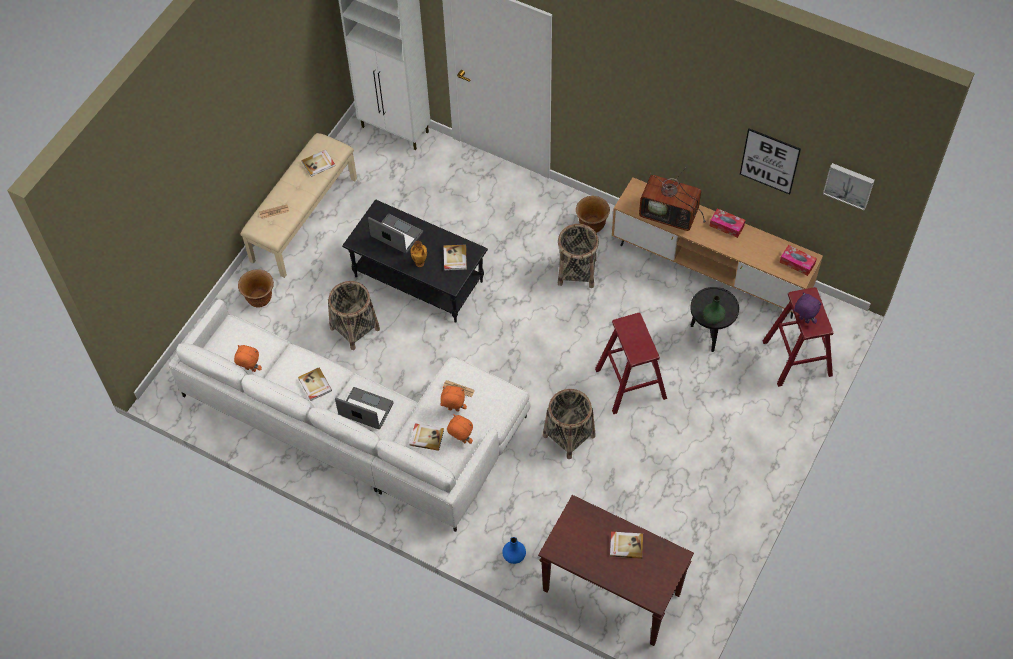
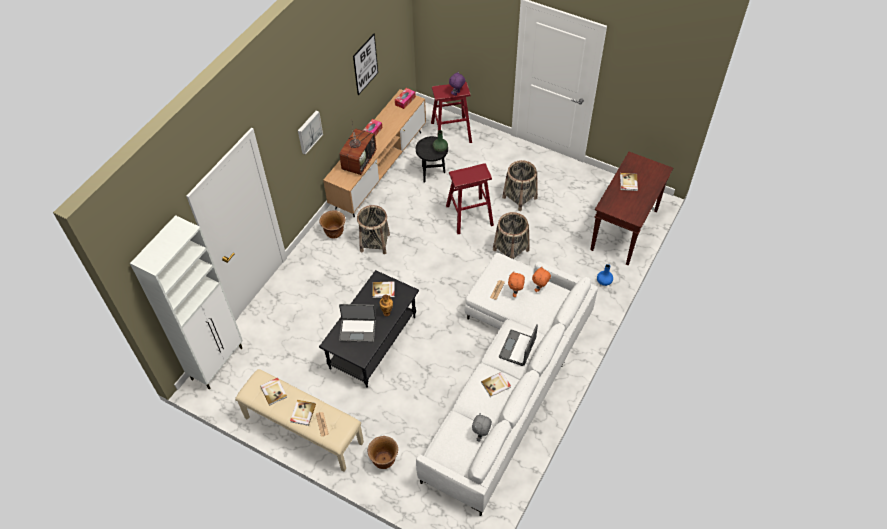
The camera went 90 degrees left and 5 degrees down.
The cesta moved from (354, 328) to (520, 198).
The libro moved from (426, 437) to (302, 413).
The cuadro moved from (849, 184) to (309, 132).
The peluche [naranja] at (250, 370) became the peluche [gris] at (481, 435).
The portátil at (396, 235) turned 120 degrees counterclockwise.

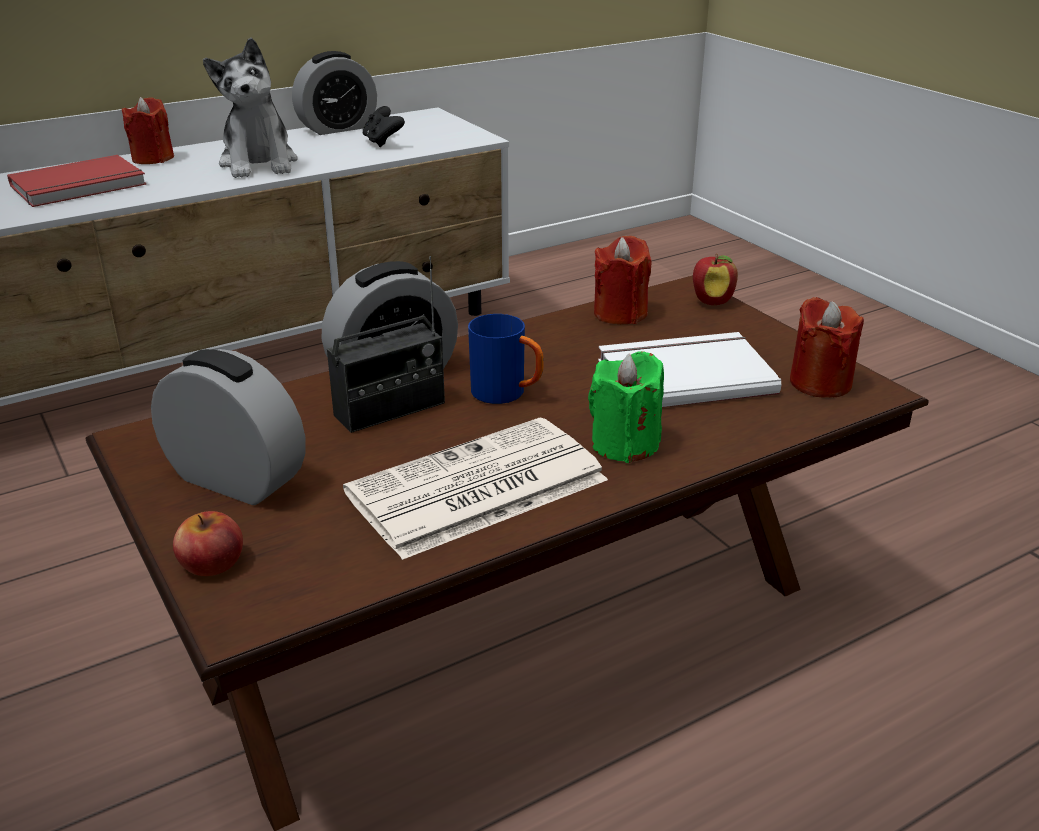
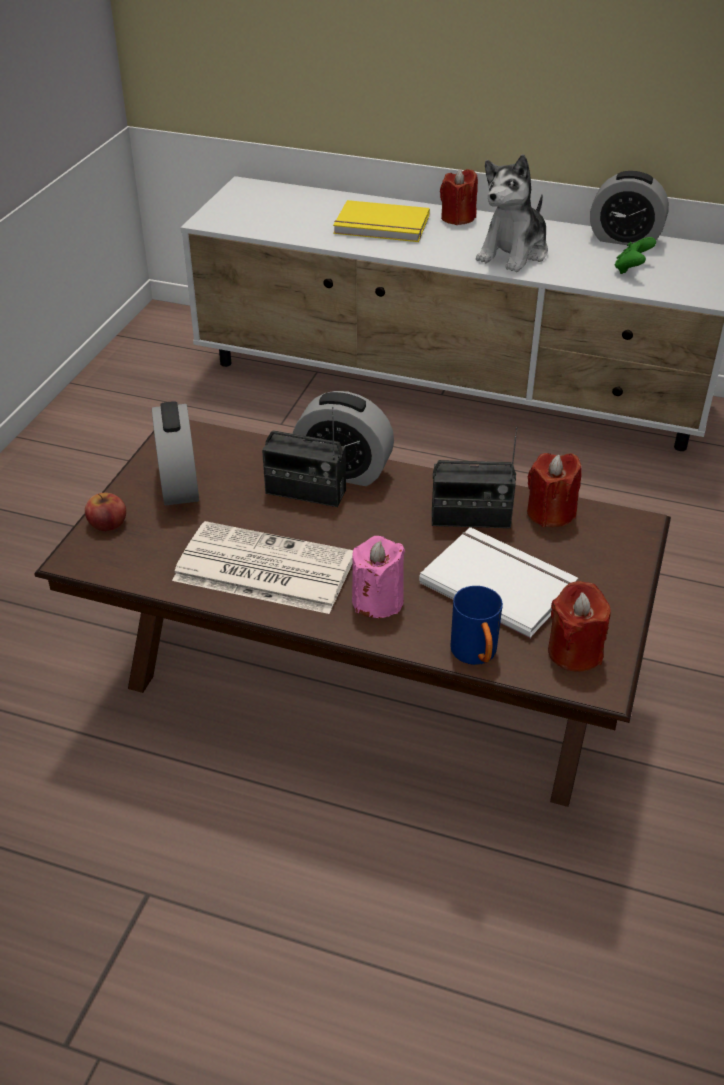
The camera went 50 degrees right and 10 degrees up.
The manzana at (712, 302) disappeared.
The radio at (470, 518) appeared.
The taza grande [azul] moved from (507, 394) to (476, 656).
The libro [rojo] at (80, 186) became the libro [amarillo] at (381, 226).
The mando de consola [negro] at (382, 142) became the mando de consola [verde] at (631, 269).
The vela [verde] at (625, 444) became the vela [rosa] at (377, 601).

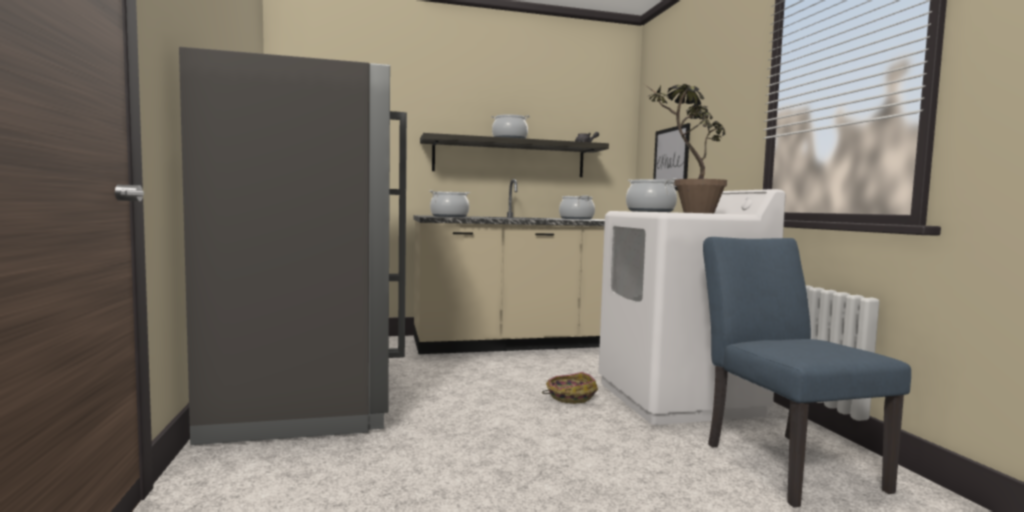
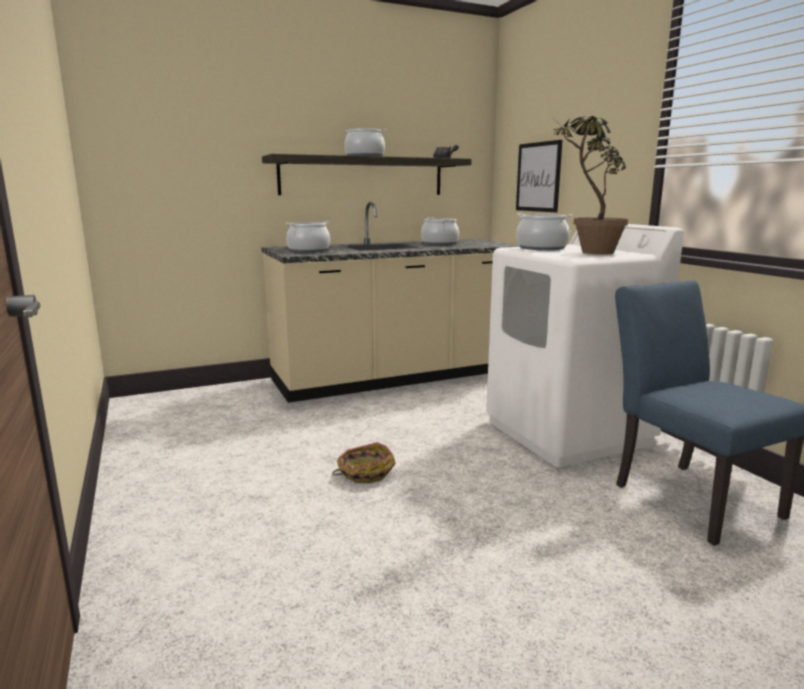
The camera went 10 degrees left and 10 degrees up.
The nevera [gris] at (309, 397) disappeared.
The cesta moved from (569, 396) to (364, 472).

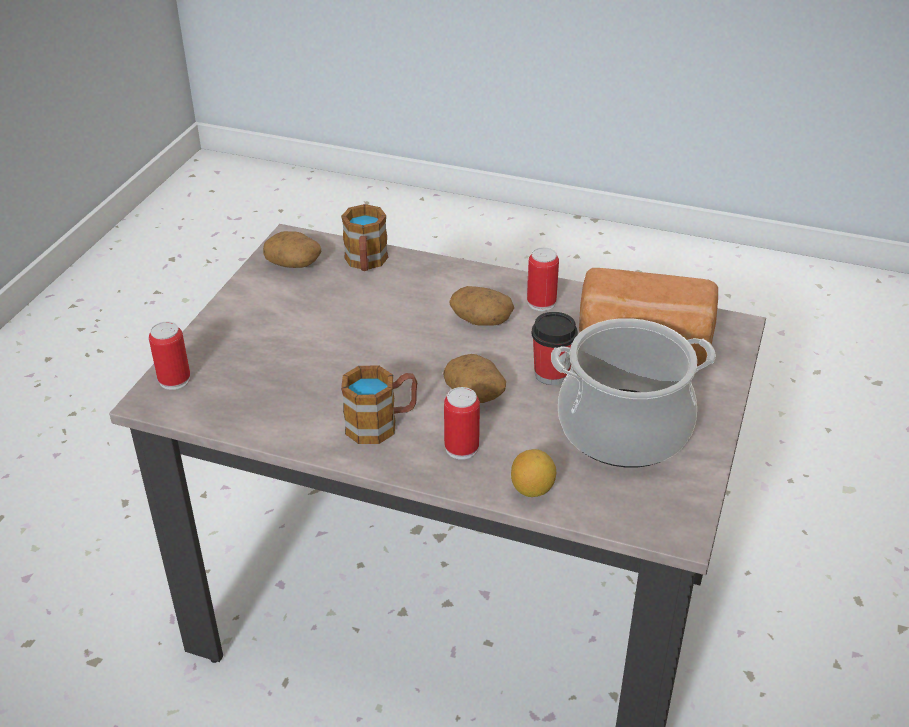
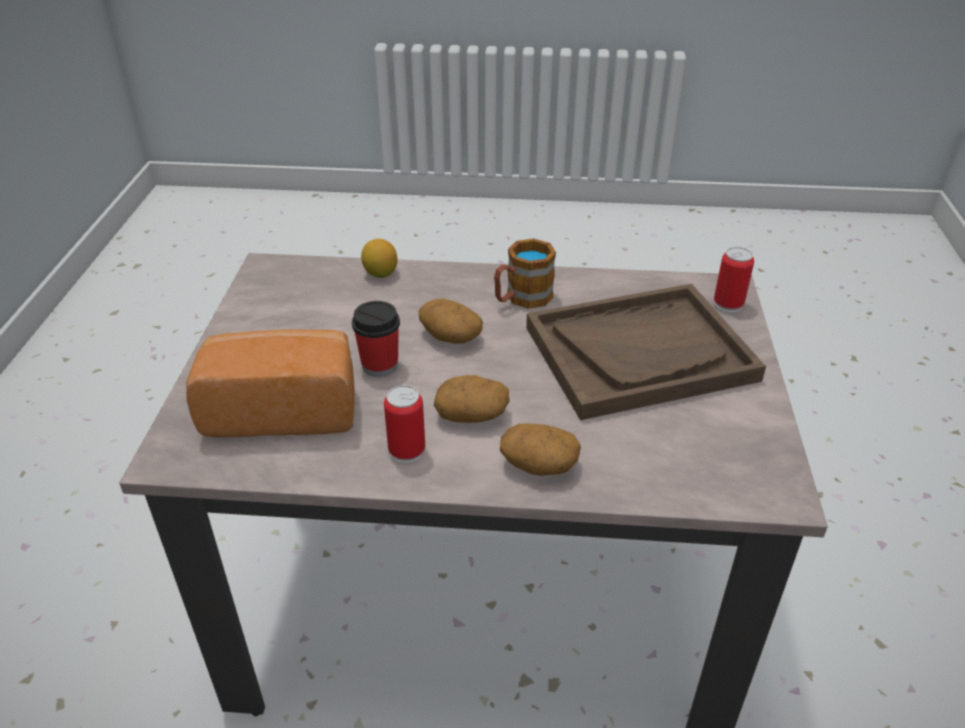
The camera went 165 degrees right and 0 degrees up.
The taza grande at (366, 263) disappeared.
The lata at (461, 448) disappeared.
The olla at (624, 429) disappeared.
The bandeja [marrón] at (639, 353) appeared.
The patata moved from (294, 263) to (538, 464).

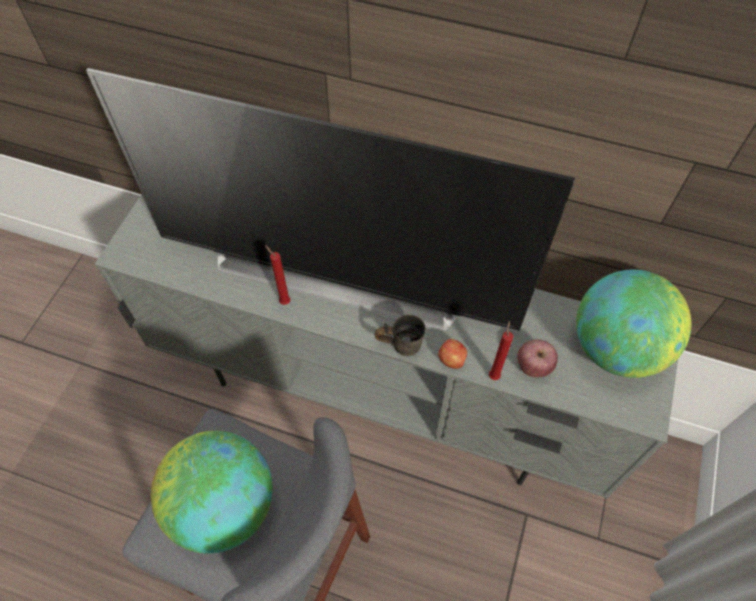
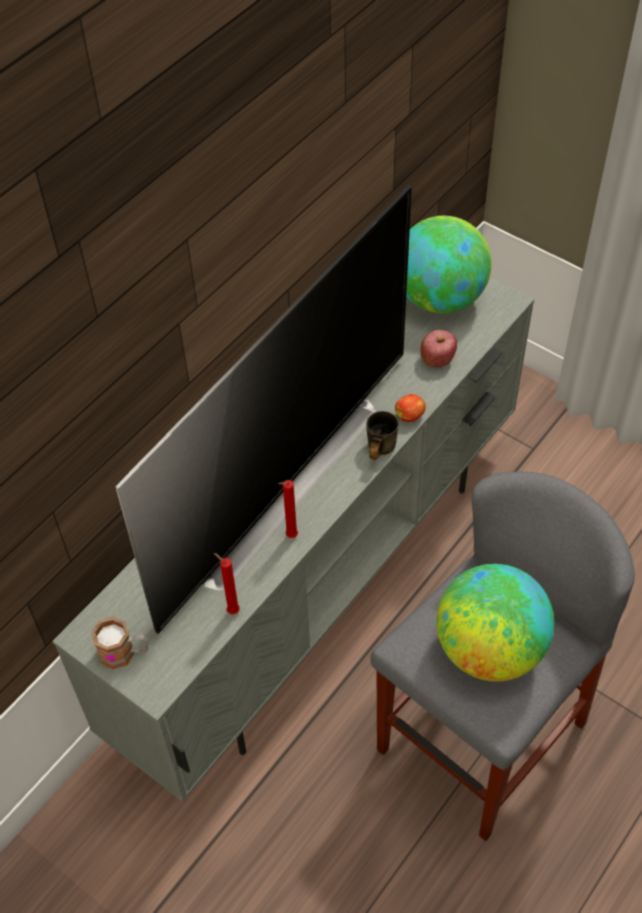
The camera went 70 degrees left and 5 degrees down.
The taza grande at (124, 652) appeared.
The vela [rojo] moved from (494, 375) to (231, 610).

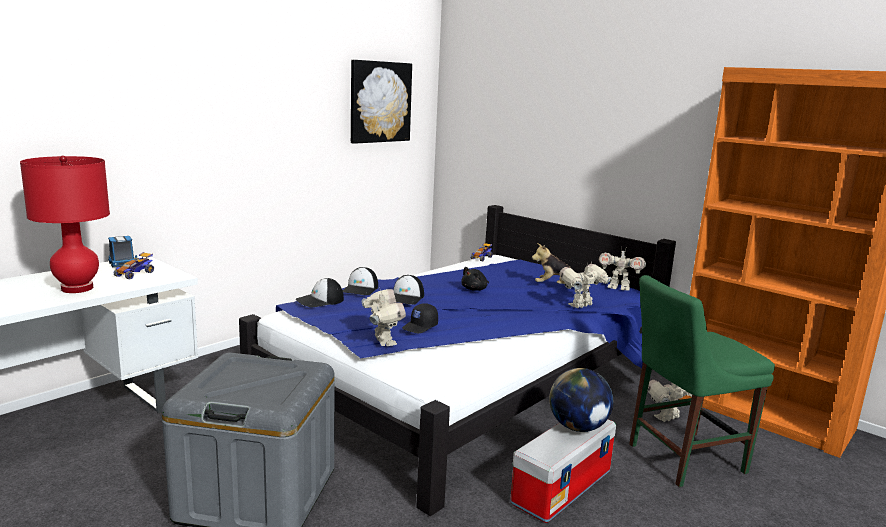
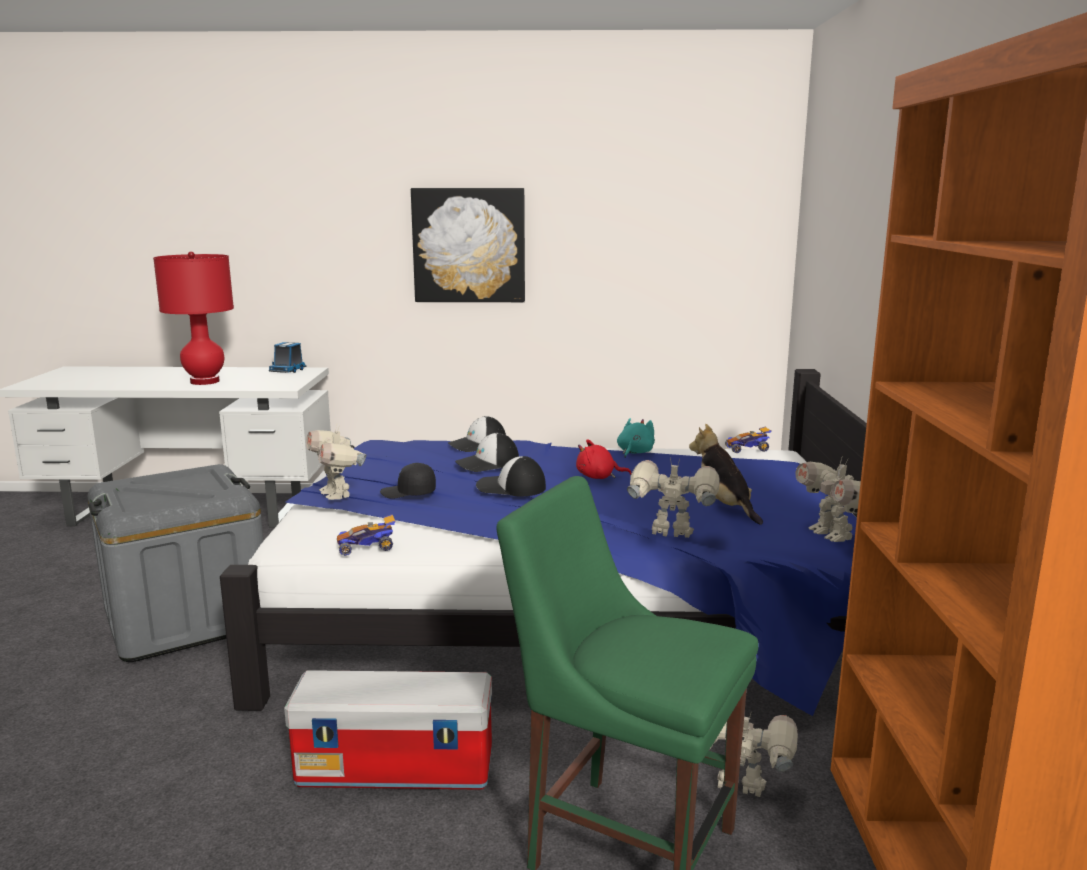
The camera went 50 degrees right and 0 degrees up.
The globo terráqueo at (578, 427) disappeared.
The peluche [turquesa] at (634, 452) appeared.
The coche de juguete moved from (135, 274) to (367, 547).
The gorra moved from (320, 301) to (510, 487).
The cuadro moved from (380, 102) to (469, 245).
The peluche [negro] at (475, 289) became the peluche [rojo] at (598, 477).
The robot de juguete at (383, 342) turned 120 degrees clockwise.

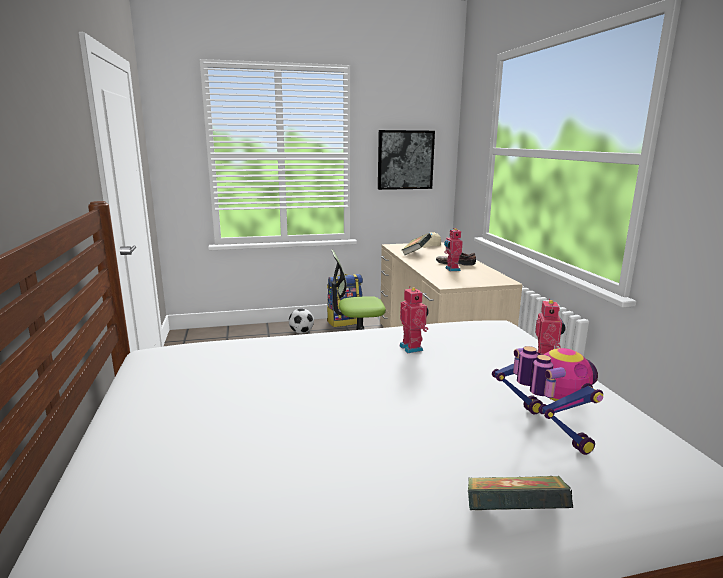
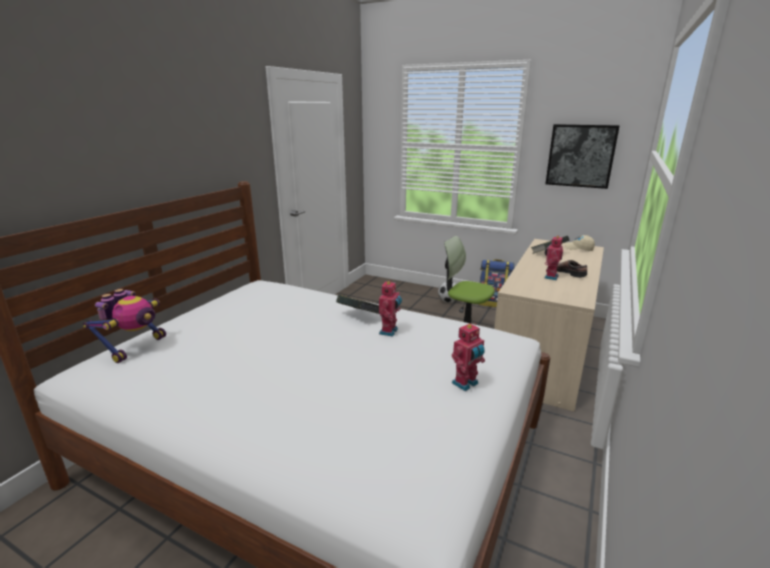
The camera went 40 degrees right and 5 degrees up.
The libro moved from (513, 518) to (360, 317).
The robot de juguete moved from (545, 431) to (135, 347).

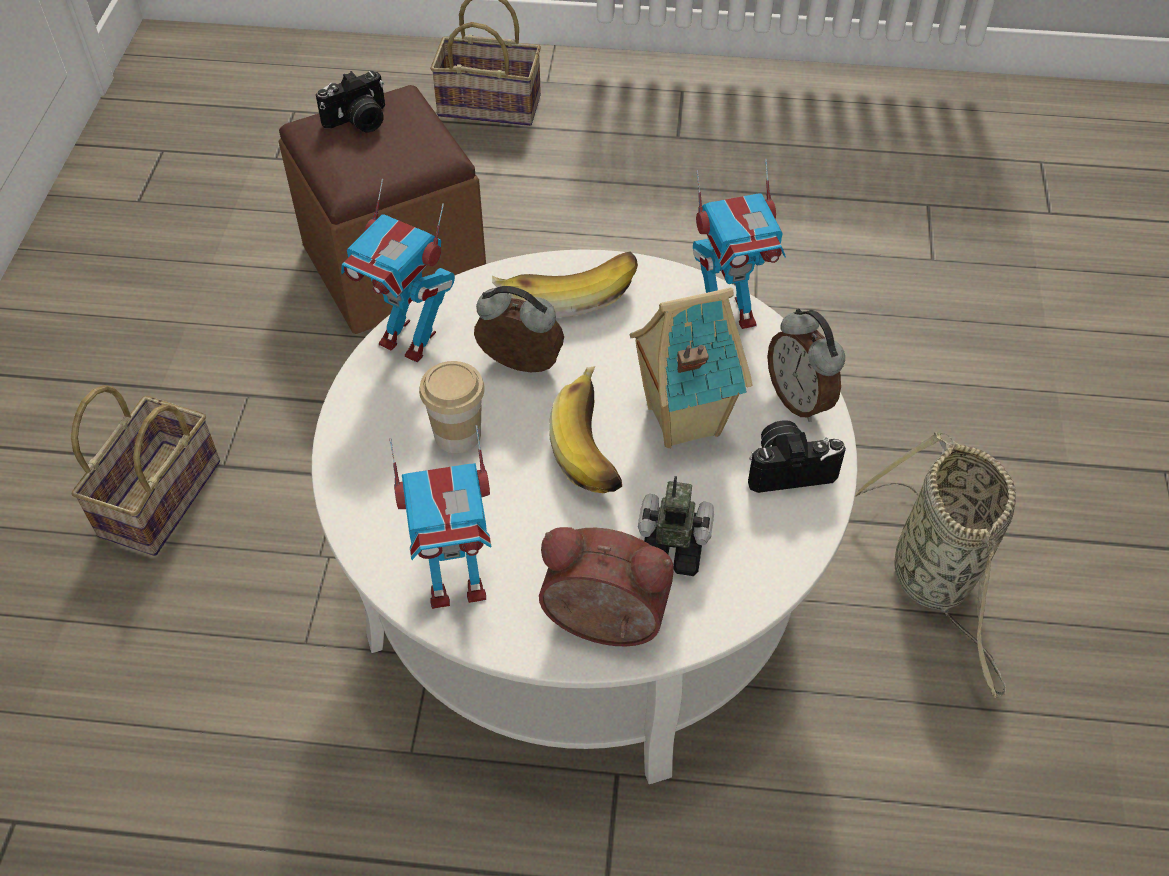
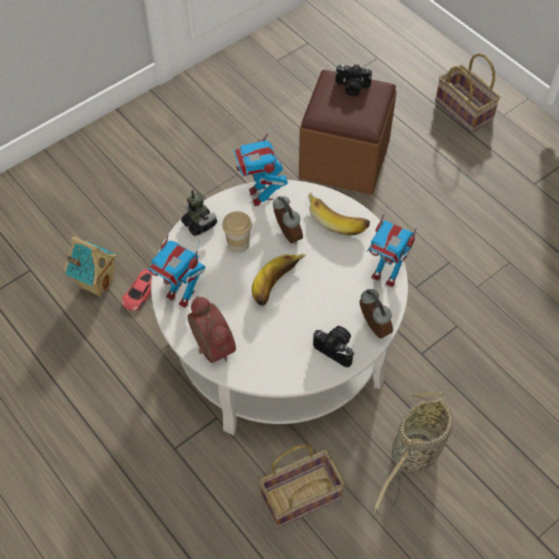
The camera went 45 degrees right and 5 degrees up.
The coche de juguete [rojo] at (140, 292) appeared.
The cesta moved from (160, 495) to (302, 495).
The casita moved from (681, 420) to (96, 283).
The robot de juguete moved from (672, 549) to (199, 224).
The despertador at (800, 399) turned 135 degrees clockwise.

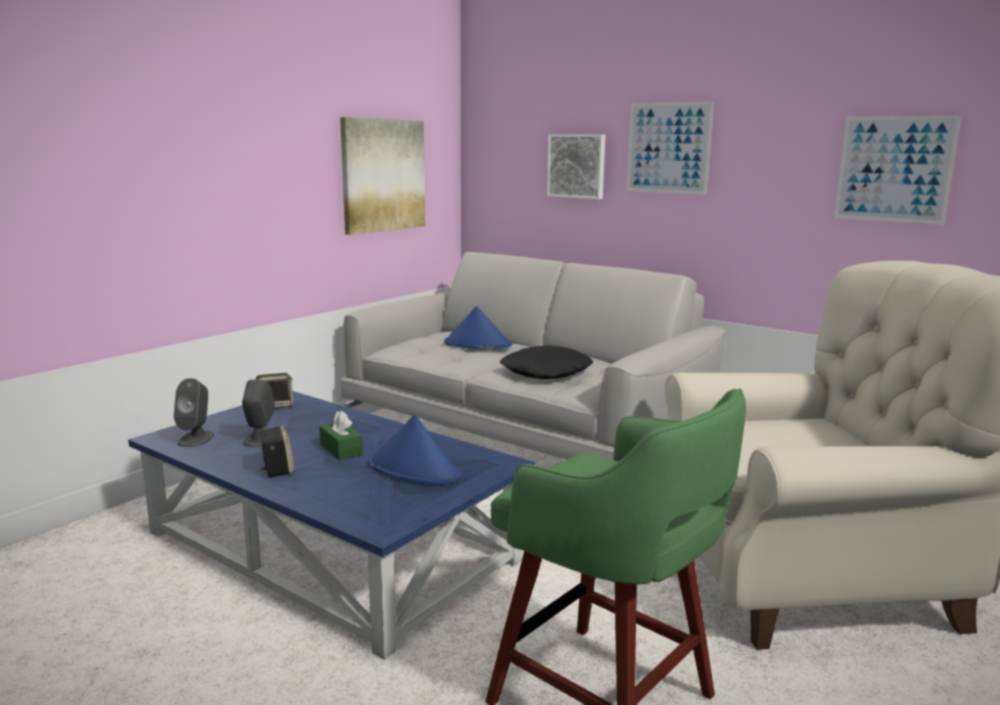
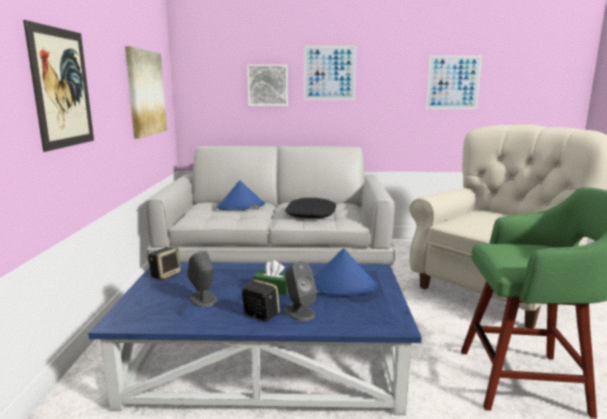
The camera went 35 degrees left and 0 degrees up.
The cuadro at (62, 88) appeared.
The altavoz [gris] moved from (196, 439) to (299, 312).

